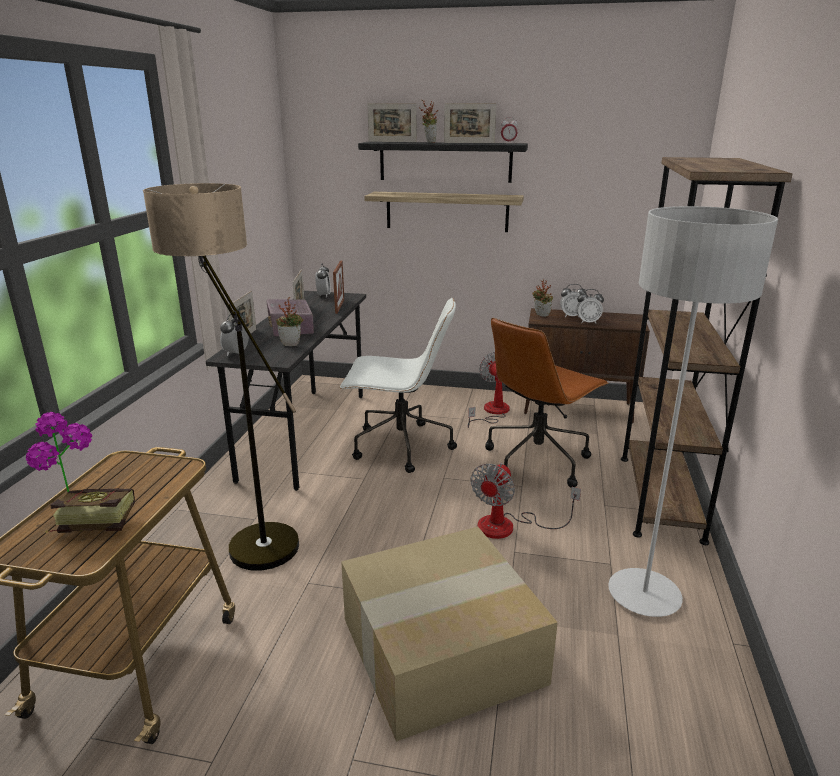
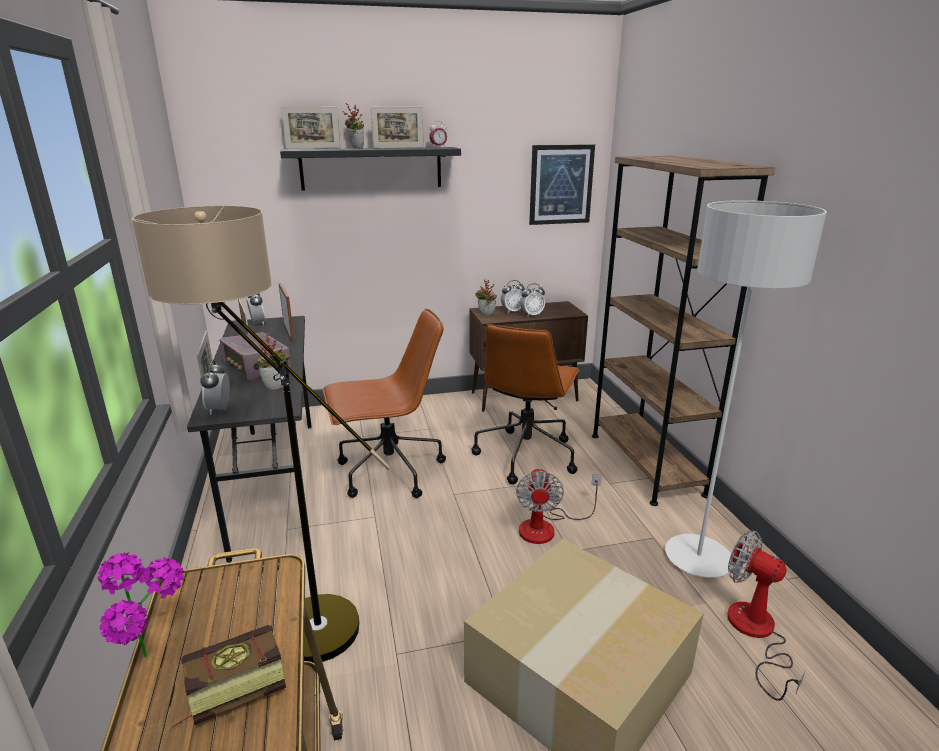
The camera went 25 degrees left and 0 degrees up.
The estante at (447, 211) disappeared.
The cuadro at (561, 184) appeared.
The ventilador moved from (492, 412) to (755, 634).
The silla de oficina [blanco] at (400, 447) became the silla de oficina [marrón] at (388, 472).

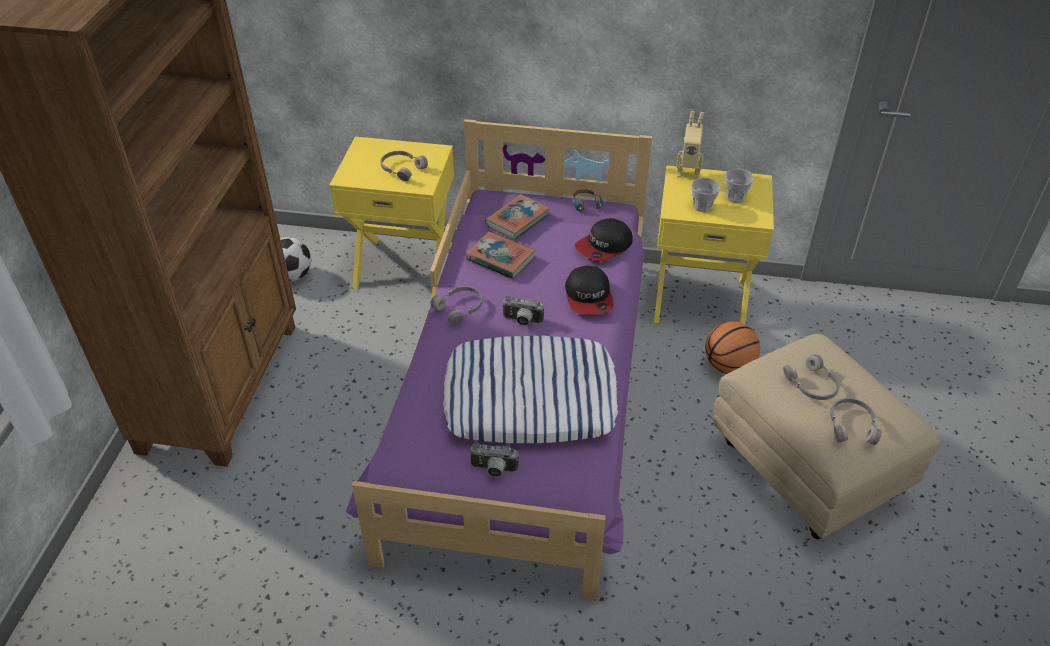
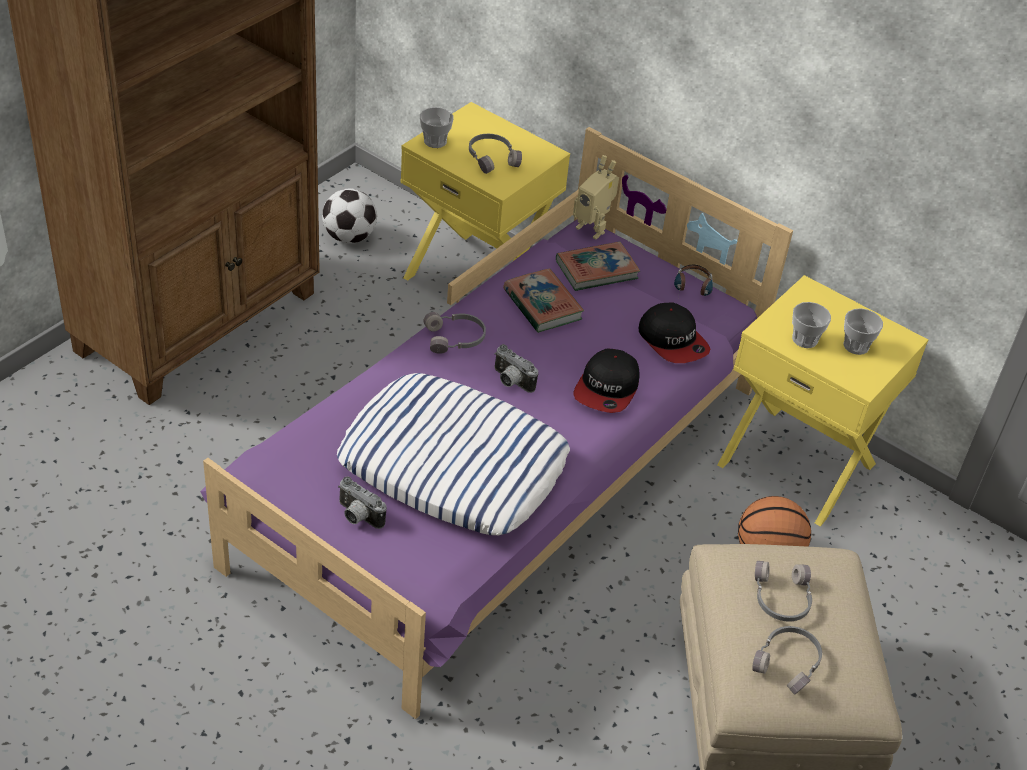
The camera went 25 degrees right and 0 degrees up.
The taza at (435, 141) appeared.
The robot de juguete moved from (688, 172) to (593, 228).
The gorra at (604, 246) turned 105 degrees counterclockwise.

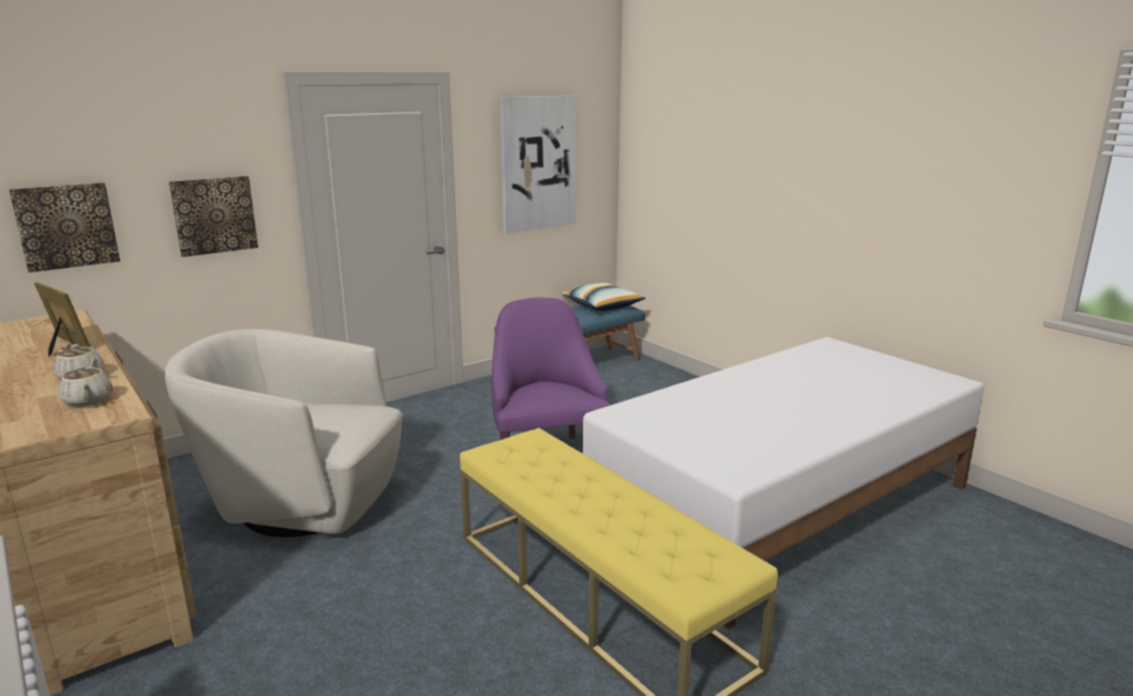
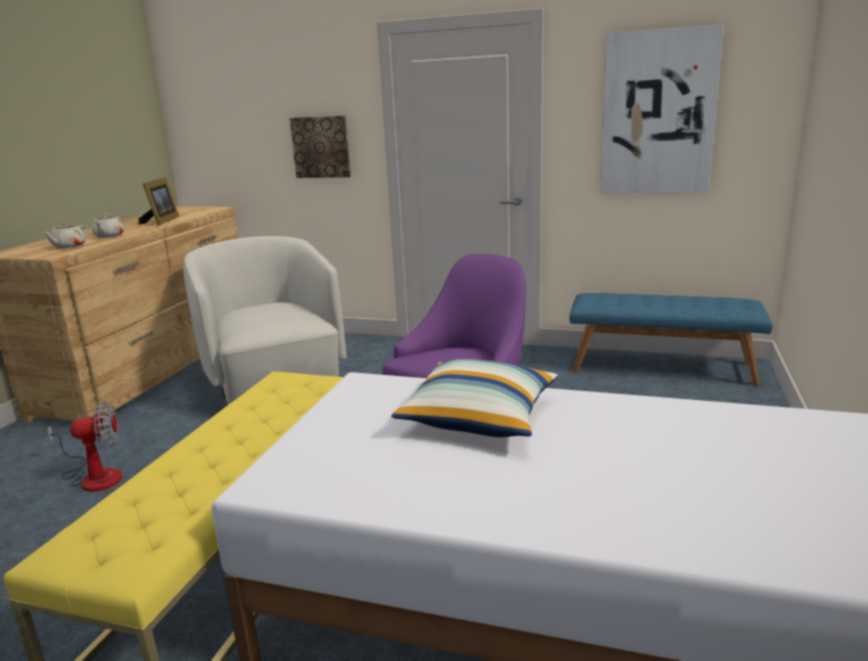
The camera went 55 degrees right and 0 degrees up.
The cuadro at (66, 226) disappeared.
The ventilador at (94, 476) appeared.
The cojín moved from (603, 307) to (479, 418).

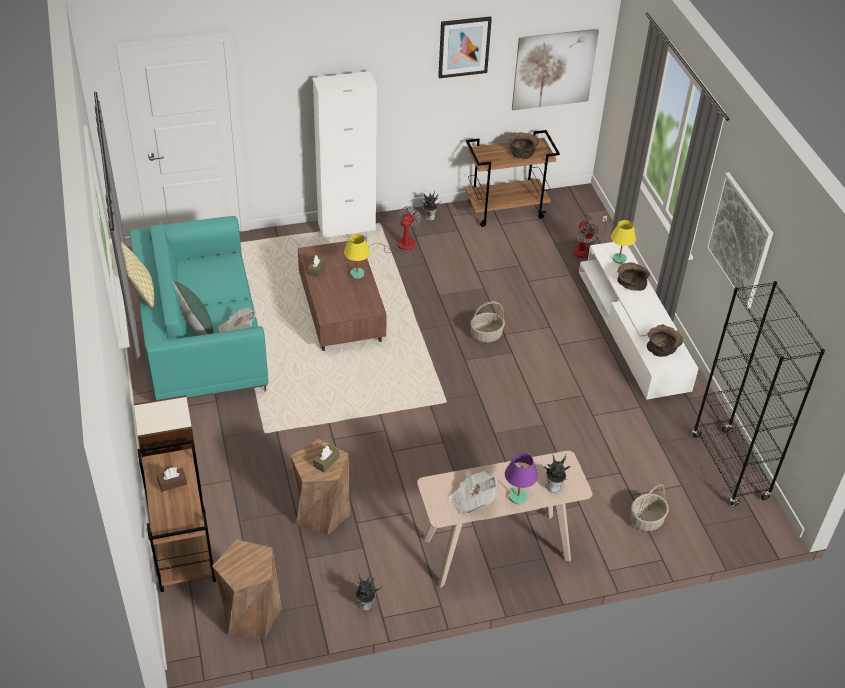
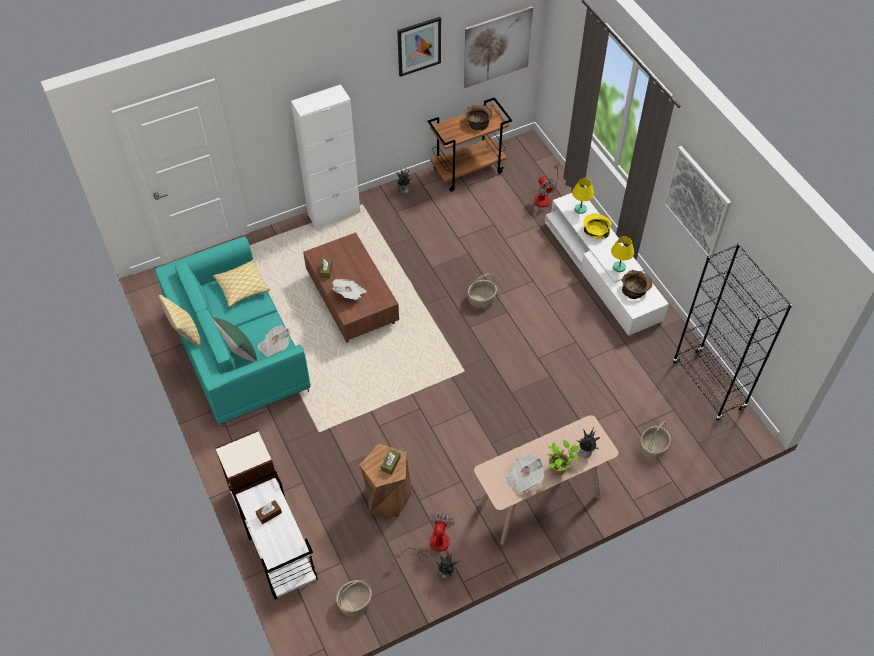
The camera went 10 degrees left and 10 degrees up.
The cojín at (242, 287) appeared.
The periódico at (350, 294) appeared.
The lámpara de mesa [amarillo] moved from (356, 274) to (618, 267).
The ventilador moved from (399, 245) to (432, 545).
The taburete [marrón] at (250, 614) was replaced by the cesta at (355, 602).
The lámpara de mesa [morado] at (517, 497) was replaced by the planta en maceta at (559, 468).
The carrito [marrón] at (182, 551) became the carrito [blanco] at (281, 557).
The cuenco [marrón] at (630, 283) became the cuenco [amarillo] at (595, 231).

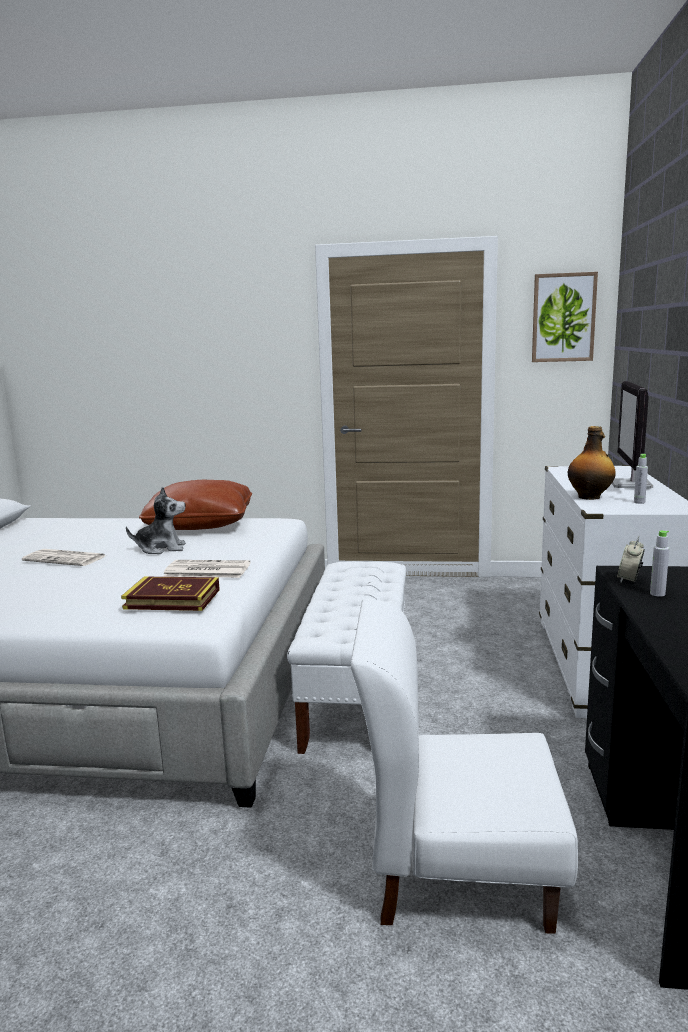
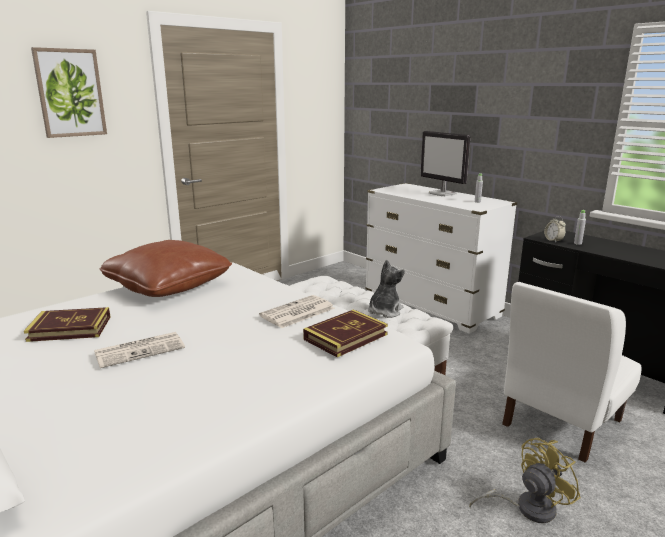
The camera went 50 degrees left and 5 degrees up.
The botella at (590, 497) disappeared.
The libro at (70, 328) appeared.
The ventilador [amarillo] at (526, 508) appeared.
The peluche moved from (161, 548) to (384, 311).
The cuadro moved from (563, 317) to (70, 93).

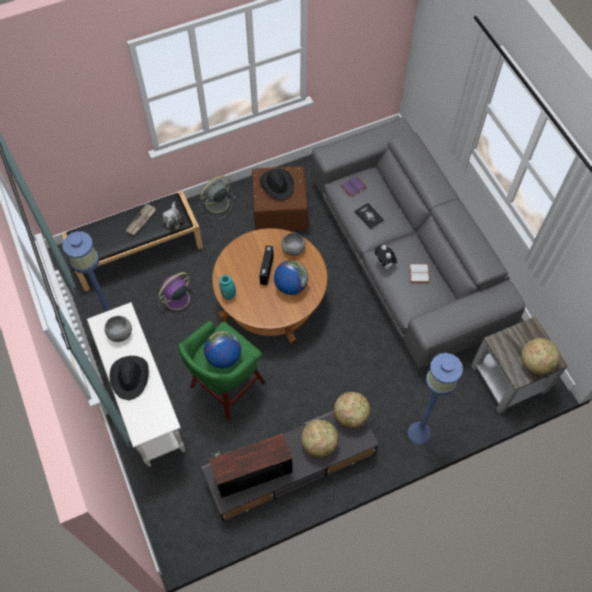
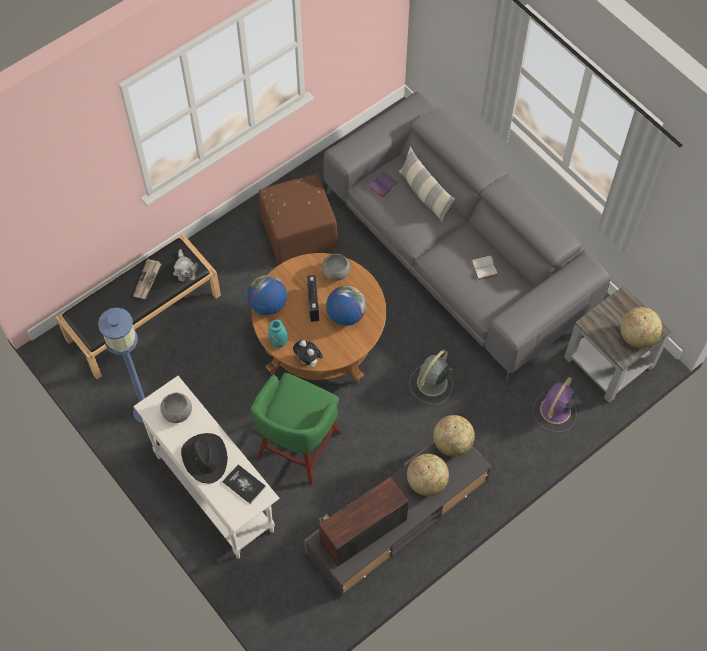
The camera went 15 degrees left and 0 degrees up.
The sombrero [negro] at (277, 185) disappeared.
The lámpara de pie [azul] at (418, 433) disappeared.
The cojín at (425, 194) appeared.
The ventilador [morado] moved from (176, 299) to (554, 411).
The ventilador [gris] moved from (216, 203) to (431, 383).
The globo terráqueo moved from (223, 357) to (267, 304).
The libro moved from (369, 216) to (244, 484).
The peluche moved from (384, 264) to (308, 361).

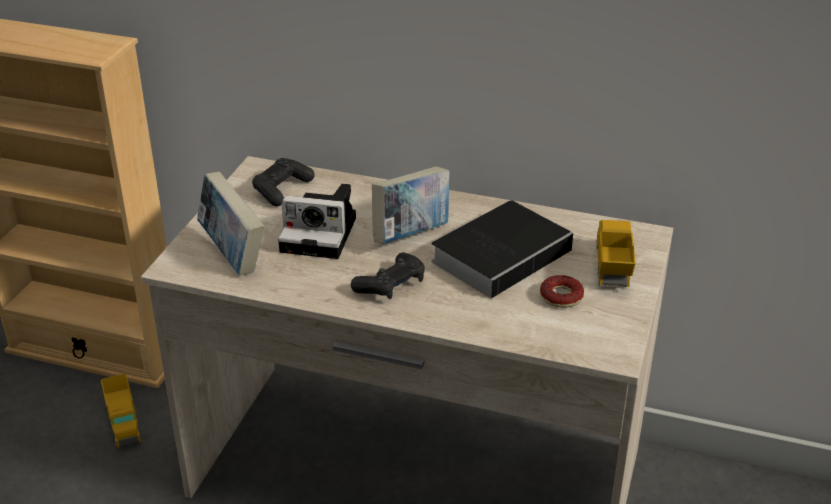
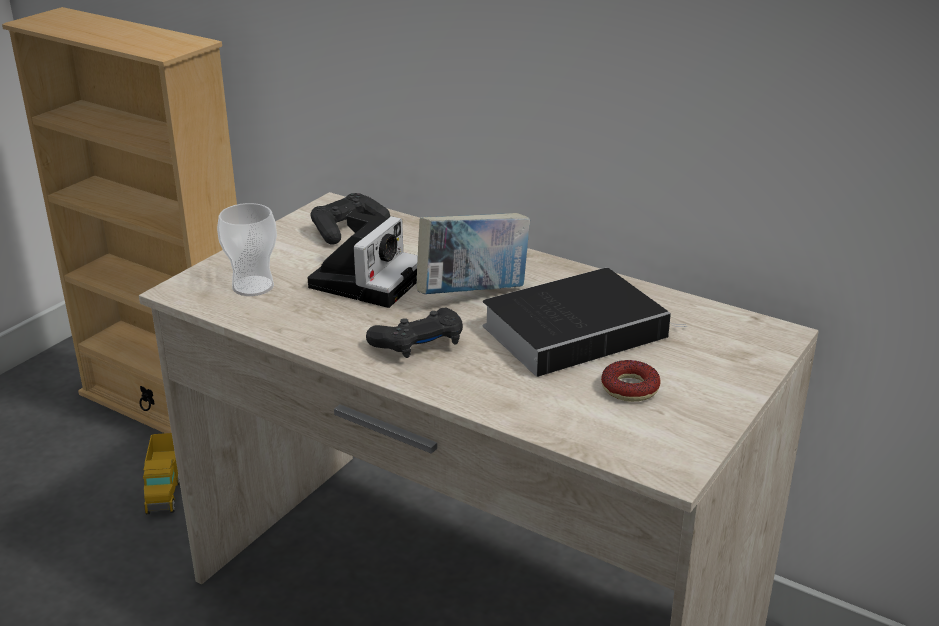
The camera went 15 degrees right and 5 degrees down.
The camión de juguete at (612, 269) disappeared.
The libro at (232, 254) was replaced by the taza at (253, 286).
The cámara at (322, 234) turned 90 degrees counterclockwise.

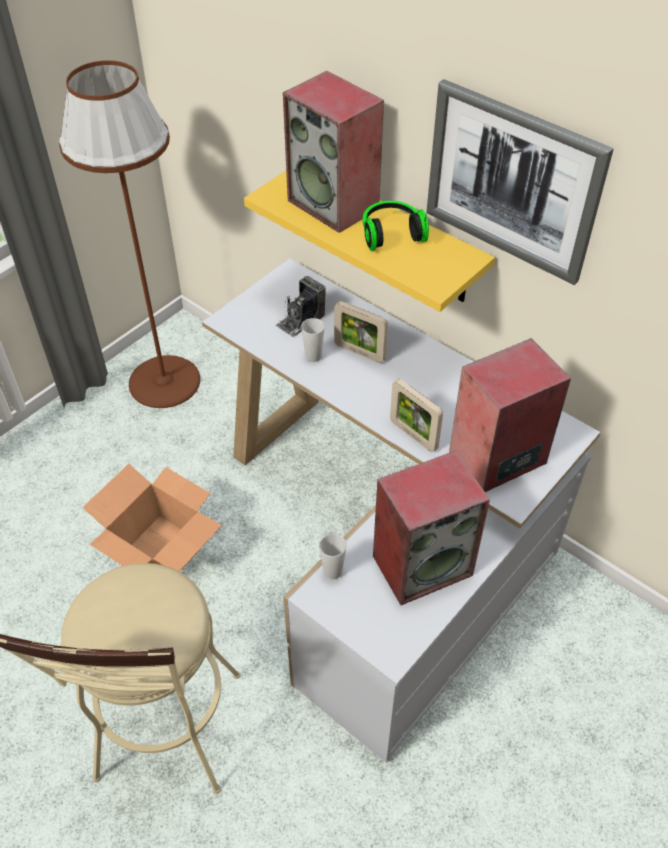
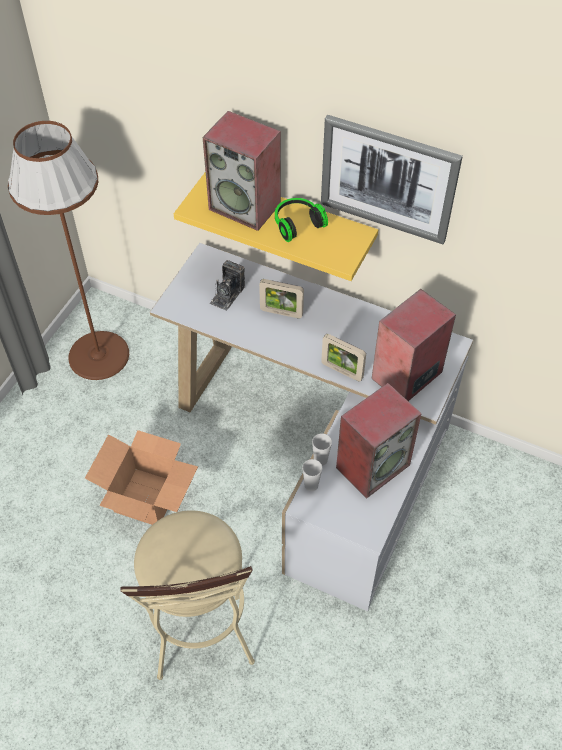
The camera went 15 degrees left and 5 degrees up.
The taza moved from (313, 356) to (320, 460).

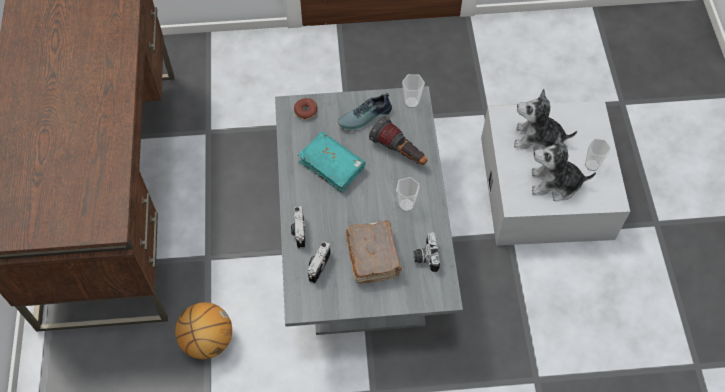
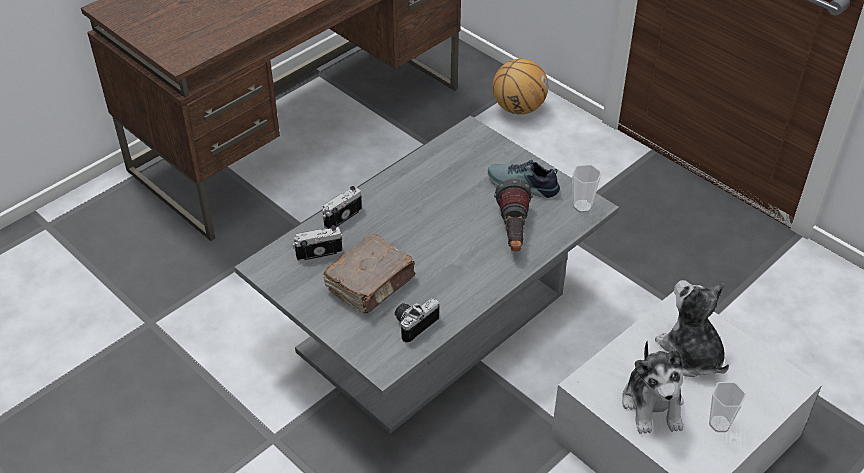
The camera went 50 degrees right and 15 degrees down.
The rosquilla at (306, 111) disappeared.
The libro [turquesa] at (332, 166) disappeared.
The taza at (406, 205) disappeared.
The balón de baloncesto moved from (207, 341) to (518, 108).
The peluche at (555, 184) turned 150 degrees counterclockwise.

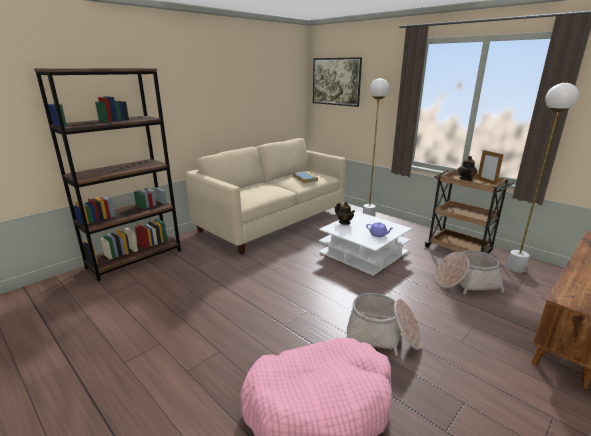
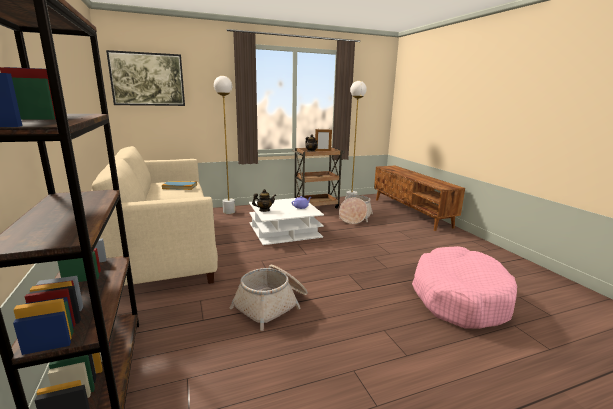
The camera went 65 degrees left and 5 degrees down.
The cesta moved from (382, 335) to (272, 305).

